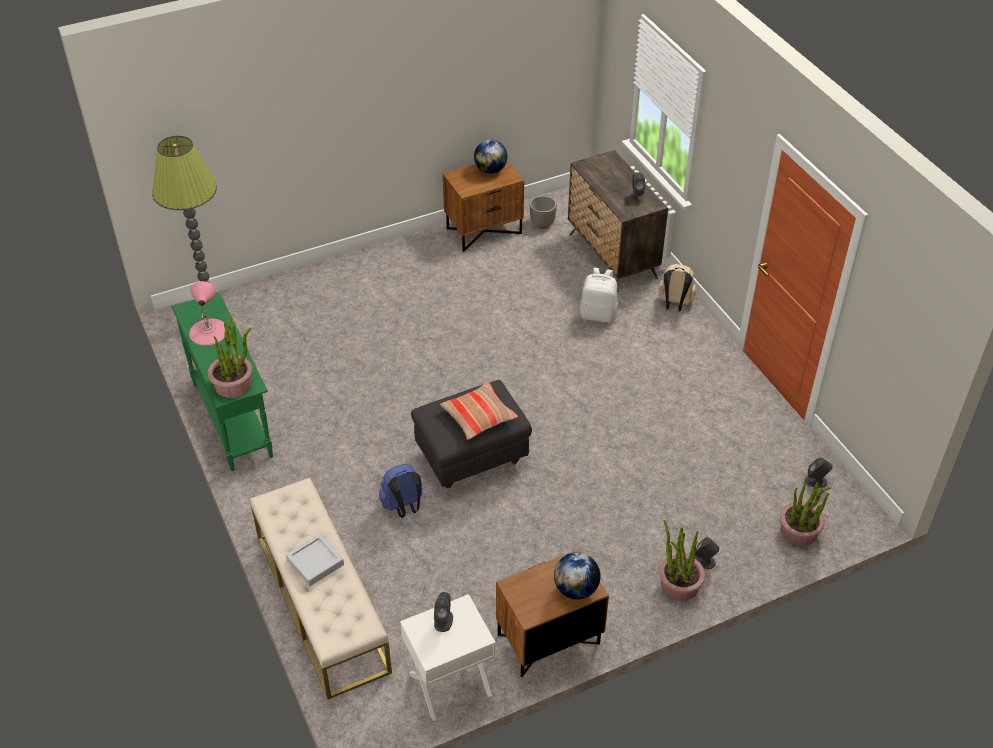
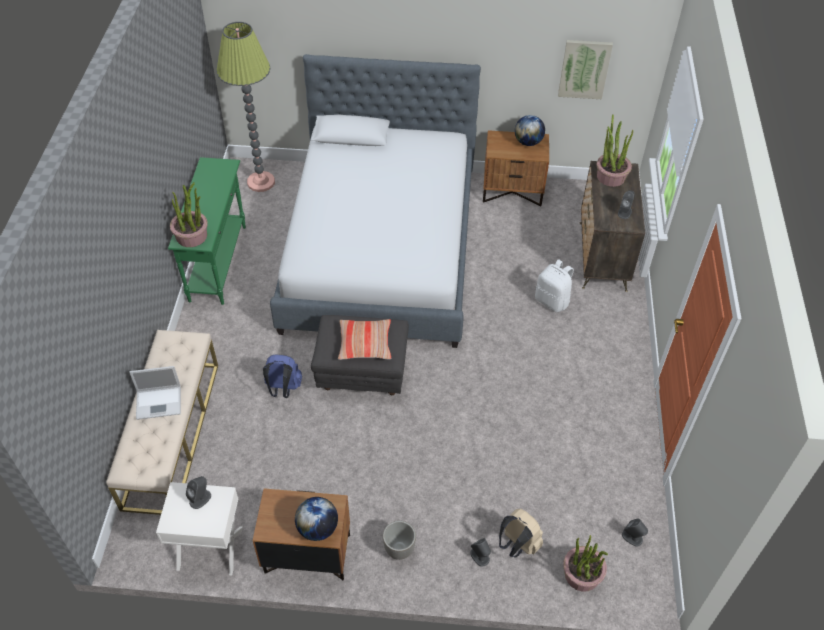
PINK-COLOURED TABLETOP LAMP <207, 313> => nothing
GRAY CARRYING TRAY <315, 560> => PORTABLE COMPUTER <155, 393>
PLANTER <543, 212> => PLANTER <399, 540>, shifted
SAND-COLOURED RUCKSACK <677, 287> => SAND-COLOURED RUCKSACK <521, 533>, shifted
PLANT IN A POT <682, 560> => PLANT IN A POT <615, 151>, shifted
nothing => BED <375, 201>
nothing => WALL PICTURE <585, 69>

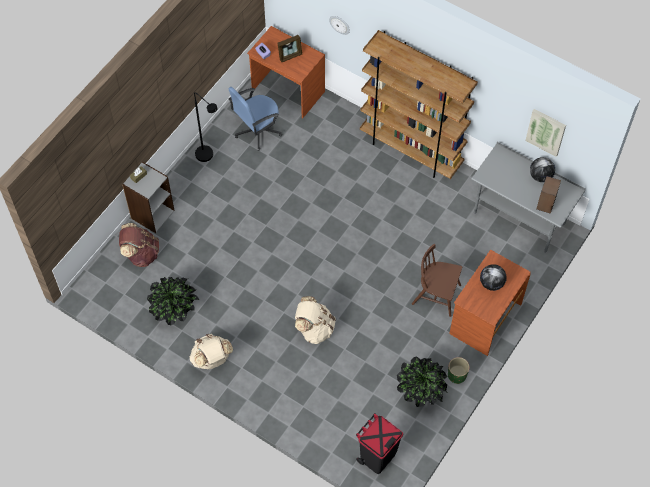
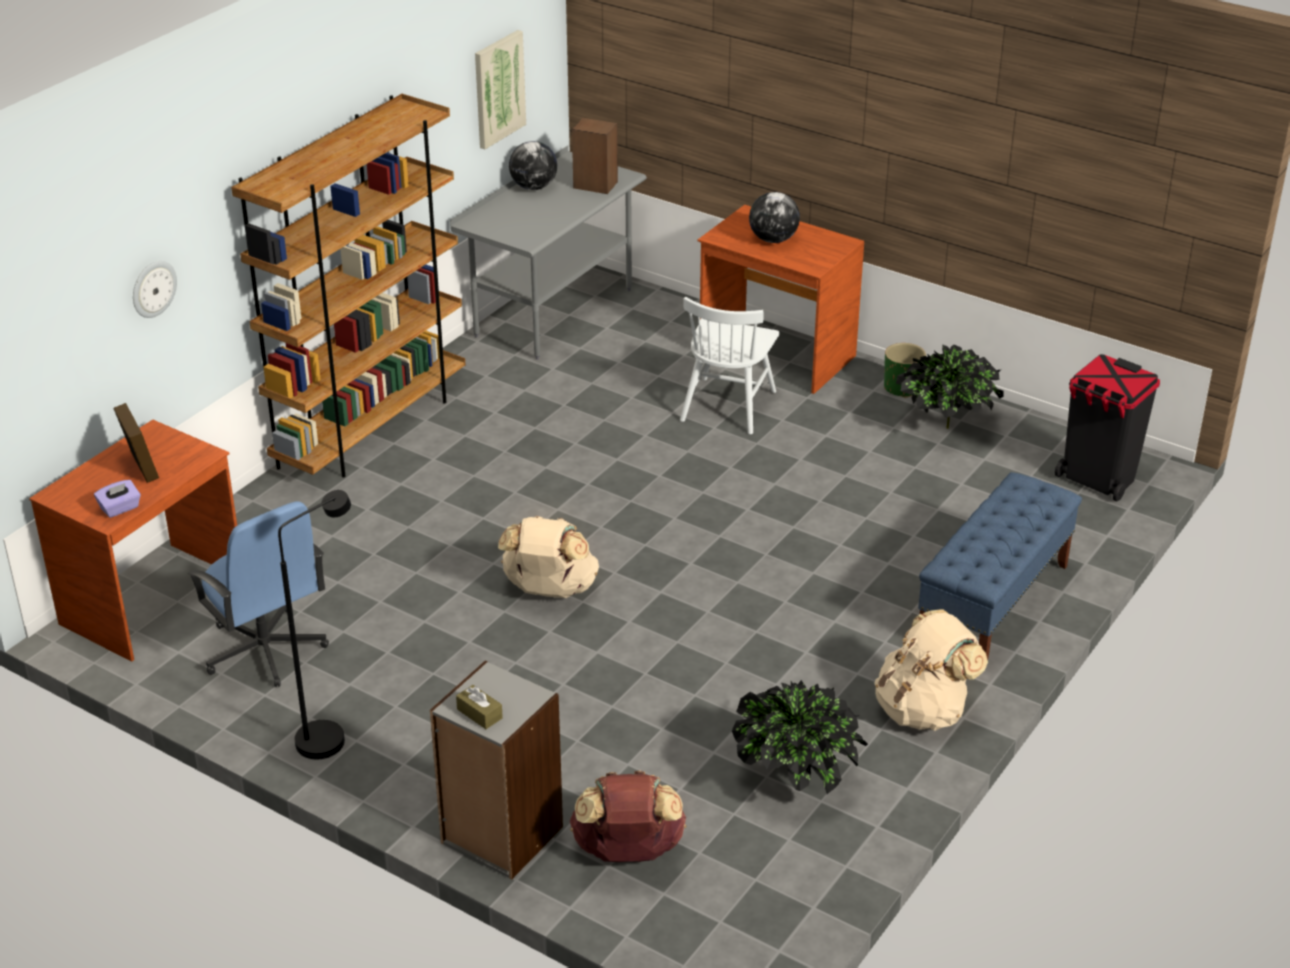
SAND-COLOURED RUCKSACK <315, 320> => SAND-COLOURED RUCKSACK <548, 557>, shifted
BROWN-COLOURED UPRIGHT CHAIR <437, 280> => WHITISH UPRIGHT CHAIR <729, 366>
nothing => BLUE-COLOURED BENCH <1000, 566>

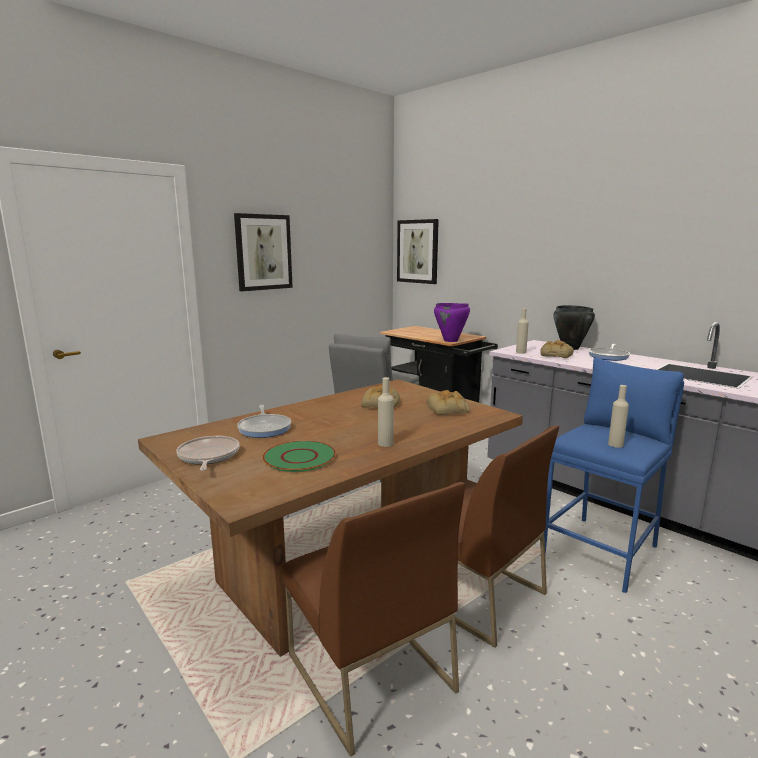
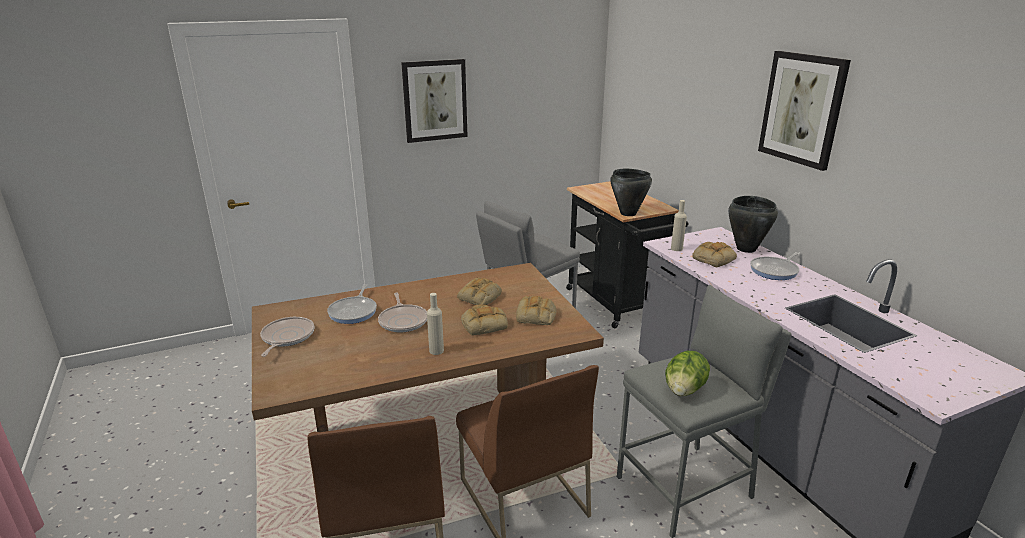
GREENISH PLATE <299, 456> => nothing
WALL PICTURE <418, 251> => WALL PICTURE <804, 111>, shifted
PURPLE-COLOURED STOCKPOT <452, 322> => BLACKISH STOCKPOT <631, 192>
BLUE-COLOURED SITTING STOOL <614, 475> => GRAY SITTING STOOL <704, 411>
SAND-COLOURED BEVERAGE BOTTLE <618, 416> => LETTUCE <687, 373>
nothing => FRYING PAN <402, 312>
nothing => BAKERY BREAD <484, 320>

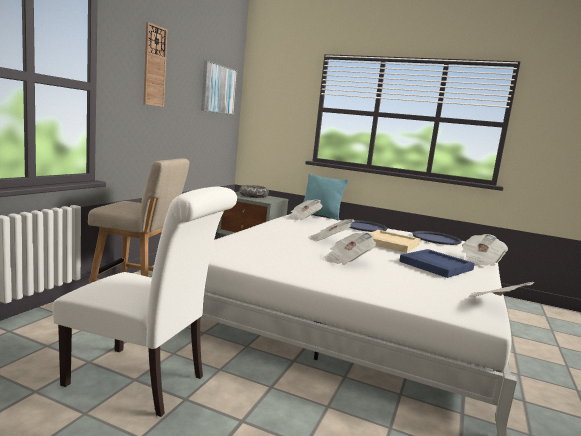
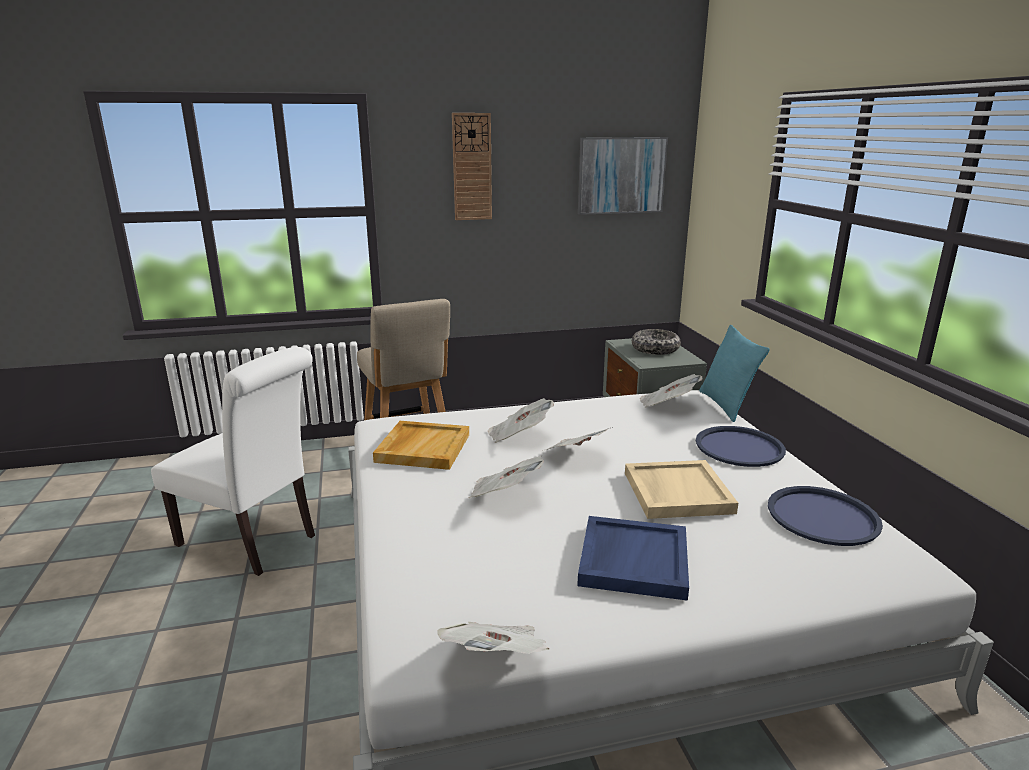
WHITISH UPRIGHT CHAIR <145, 302> => WHITISH UPRIGHT CHAIR <233, 461>, 45 degrees counterclockwise
DAILY PAPER <485, 250> => DAILY PAPER <520, 420>, shifted
nothing => SAND-COLOURED CARRYING TRAY <421, 445>

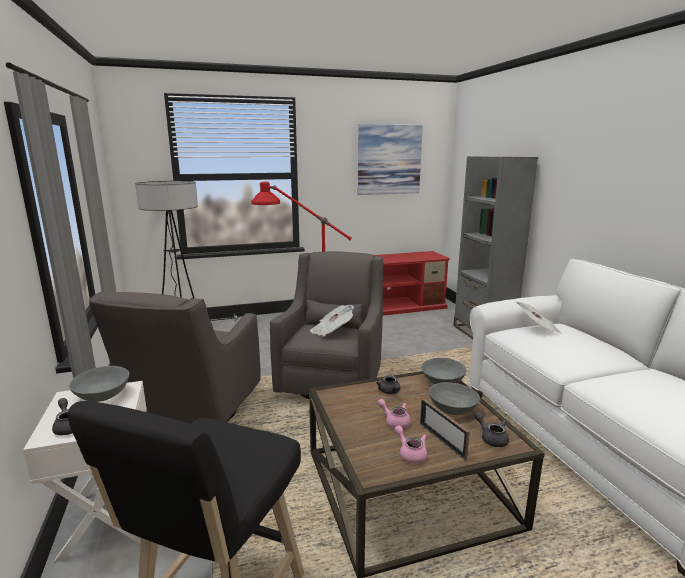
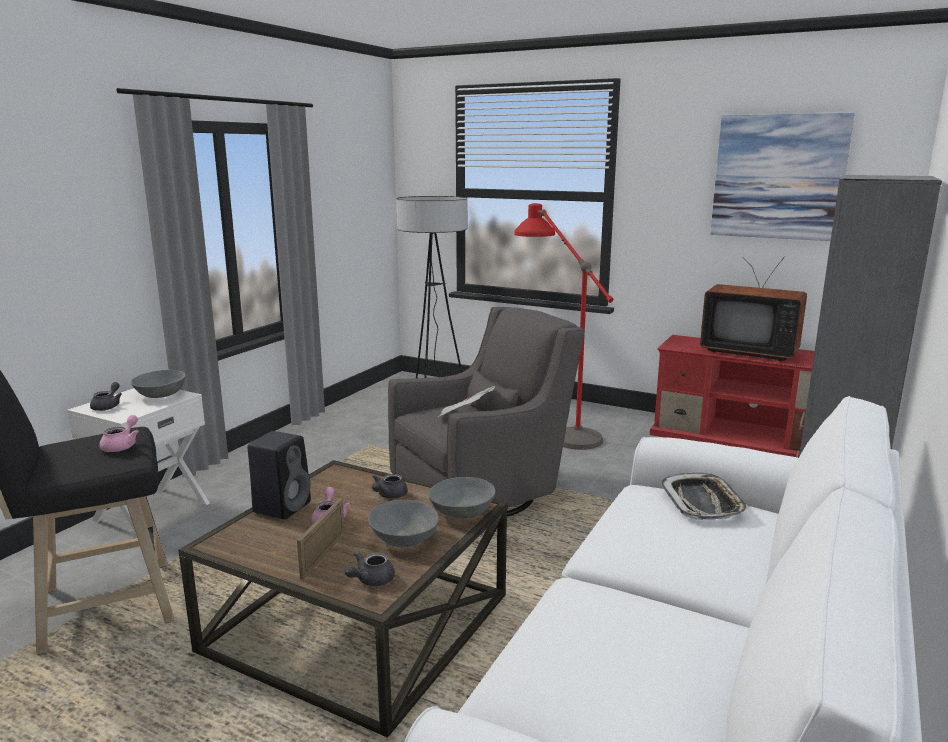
GRAY EASY CHAIR <175, 357> => nothing
PINK-COLOURED TEA POT <411, 444> => PINK-COLOURED TEA POT <119, 433>, shifted
GRAY TEA POT <491, 429> => GRAY TEA POT <370, 569>, 150 degrees counterclockwise
DAILY PAPER <539, 317> => CARRYING TRAY <705, 496>
nothing => BLACKISH LOUDSPEAKER <279, 475>
nothing => TV SET <753, 308>

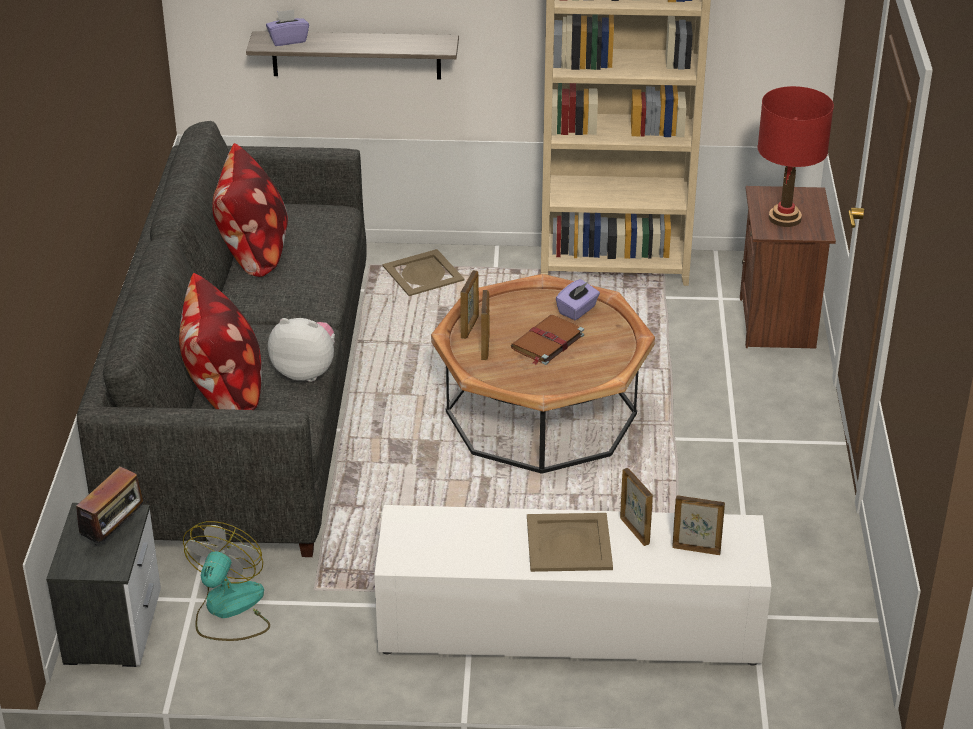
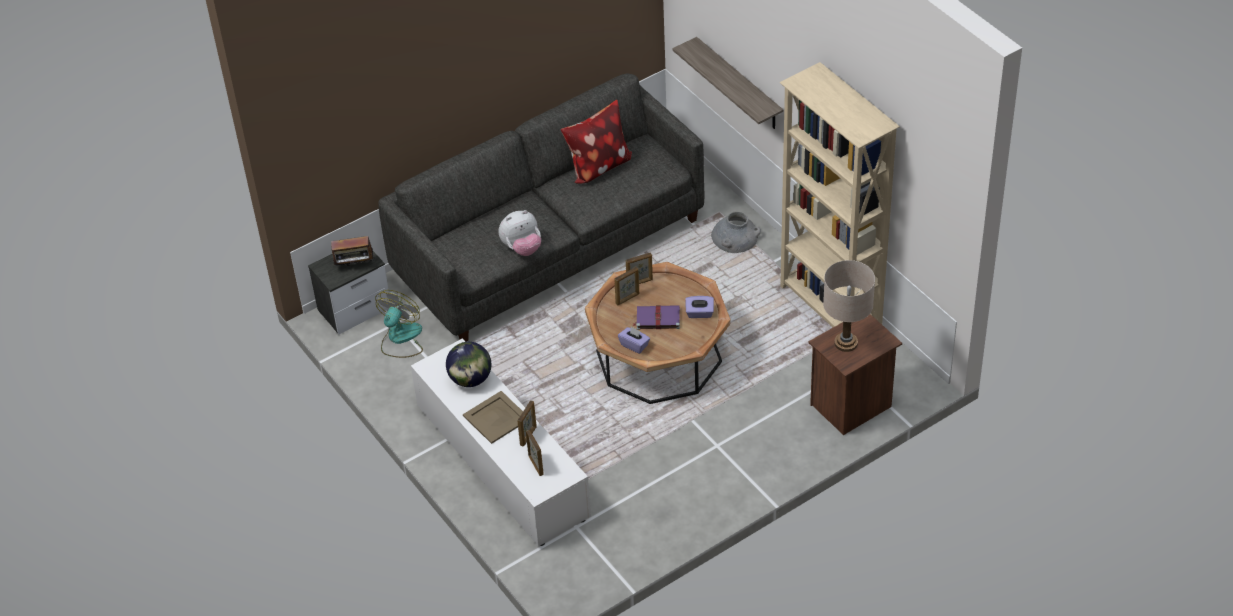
THROW PILLOW <220, 341> => nothing
ELECTRIC FAN <226, 581> => ELECTRIC FAN <399, 324>, 45 degrees counterclockwise
PURPLE-COLOURED TISSUE HOLDER <287, 28> => PURPLE-COLOURED TISSUE HOLDER <634, 340>, shifted
PLUSH TOY <301, 350> => PLUSH TOY <520, 233>, 90 degrees clockwise
SAND-COLOURED CARRYING TRAY <423, 272> => GRAY FLOWER VASE <736, 232>
BROWN-COLOURED BOOK <547, 340> => PURPLE-COLOURED BOOK <656, 318>
RED TABLETOP LAMP <796, 156> => SAND-COLOURED TABLETOP LAMP <849, 306>
nothing => DESK GLOBE <468, 364>

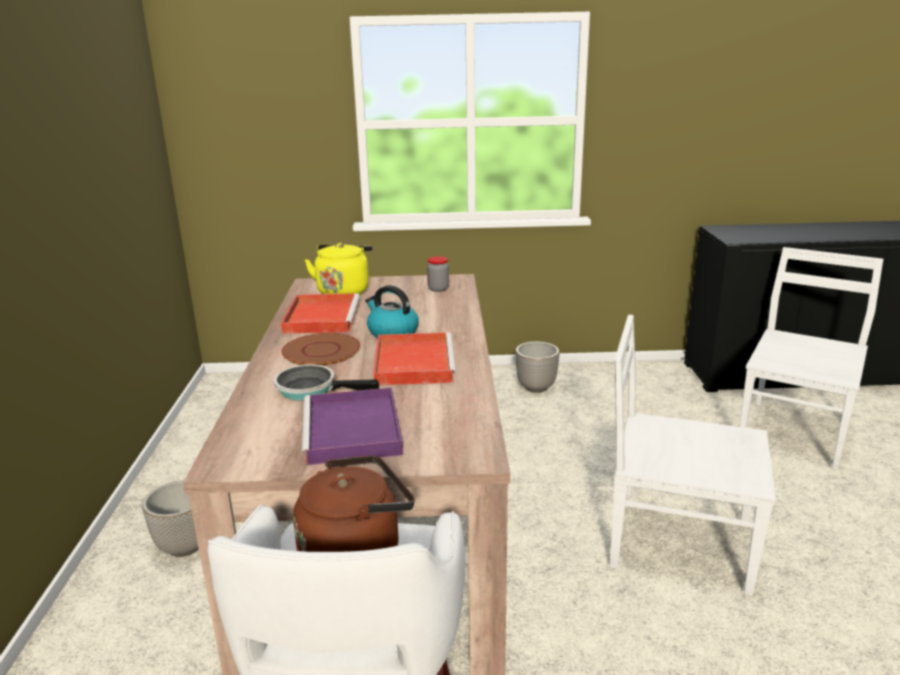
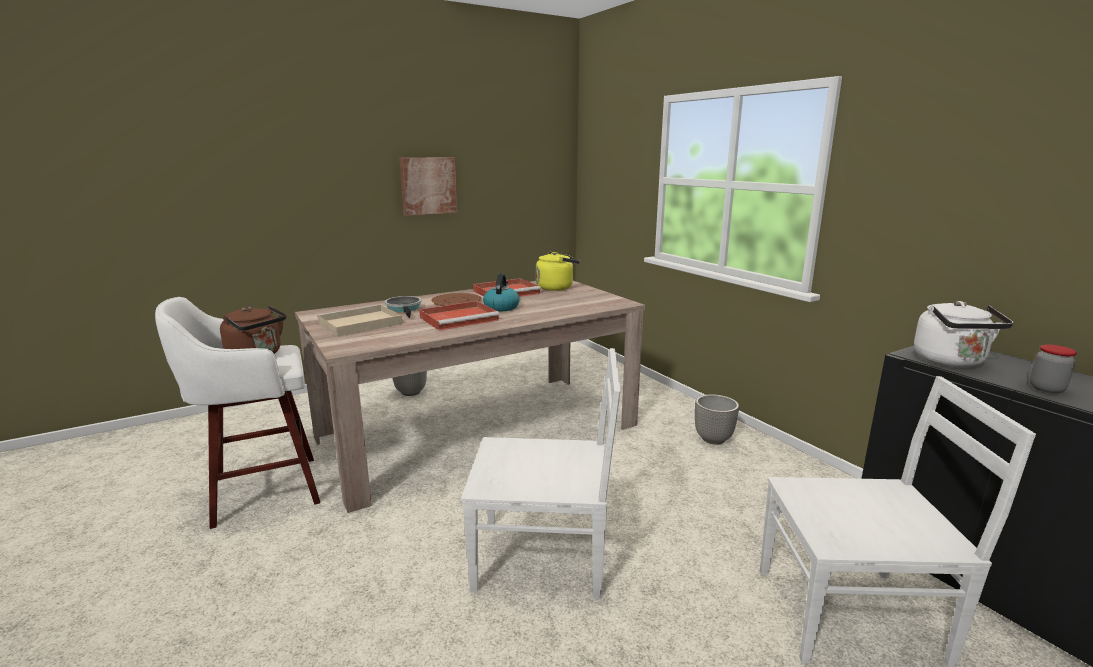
PURPLE-COLOURED CARRYING TRAY <352, 426> => SAND-COLOURED CARRYING TRAY <360, 321>
JAR <438, 274> => JAR <1053, 369>, shifted
WHITISH UPRIGHT CHAIR <693, 455> => WHITISH UPRIGHT CHAIR <541, 473>, 105 degrees clockwise
nothing => WALL PICTURE <428, 186>
nothing => WHITISH WATER KETTLE <963, 334>

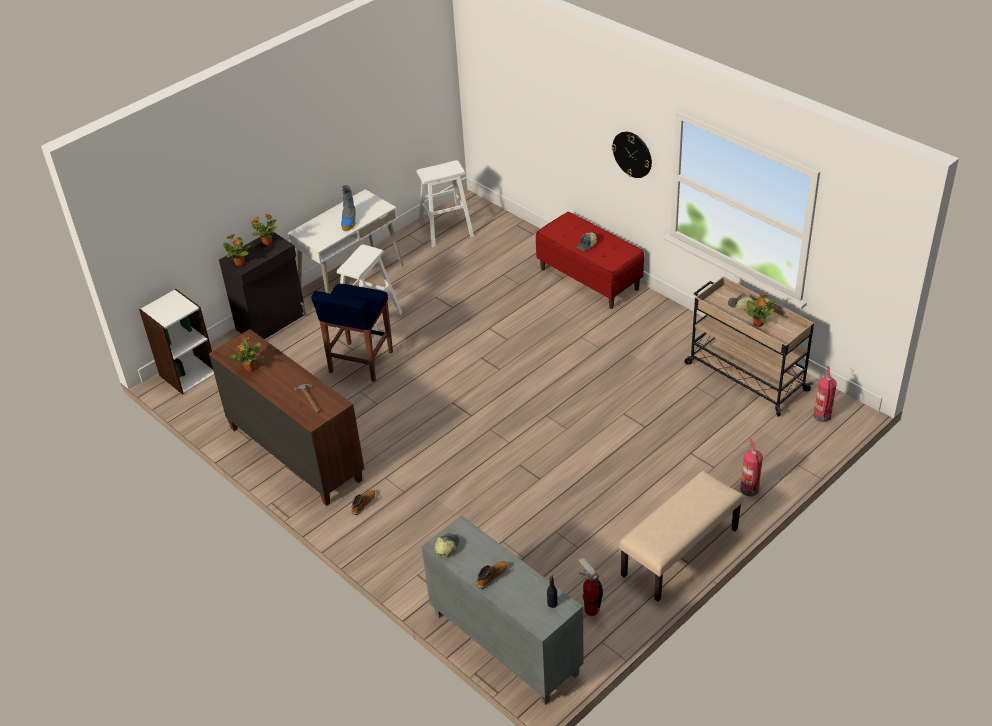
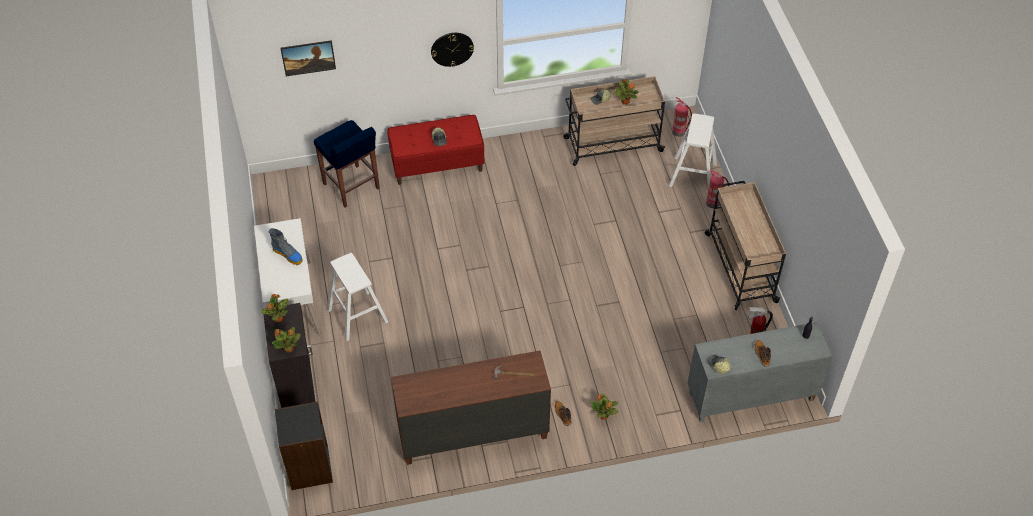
WHITISH SHELVING UNIT <176, 342> => BLACKISH SHELVING UNIT <304, 446>
PLANT IN A POT <245, 354> => PLANT IN A POT <604, 406>, shifted
BLUE-COLOURED SITTING STOOL <352, 333> => BLUE-COLOURED SITTING STOOL <347, 164>, shifted
WHITISH SITTING STOOL <445, 203> => WHITISH SITTING STOOL <693, 151>, shifted
SAND-COLOURED BENCH <681, 535> => SAND-COLOURED TROLLEY <745, 245>
nothing => WALL PICTURE <308, 58>

